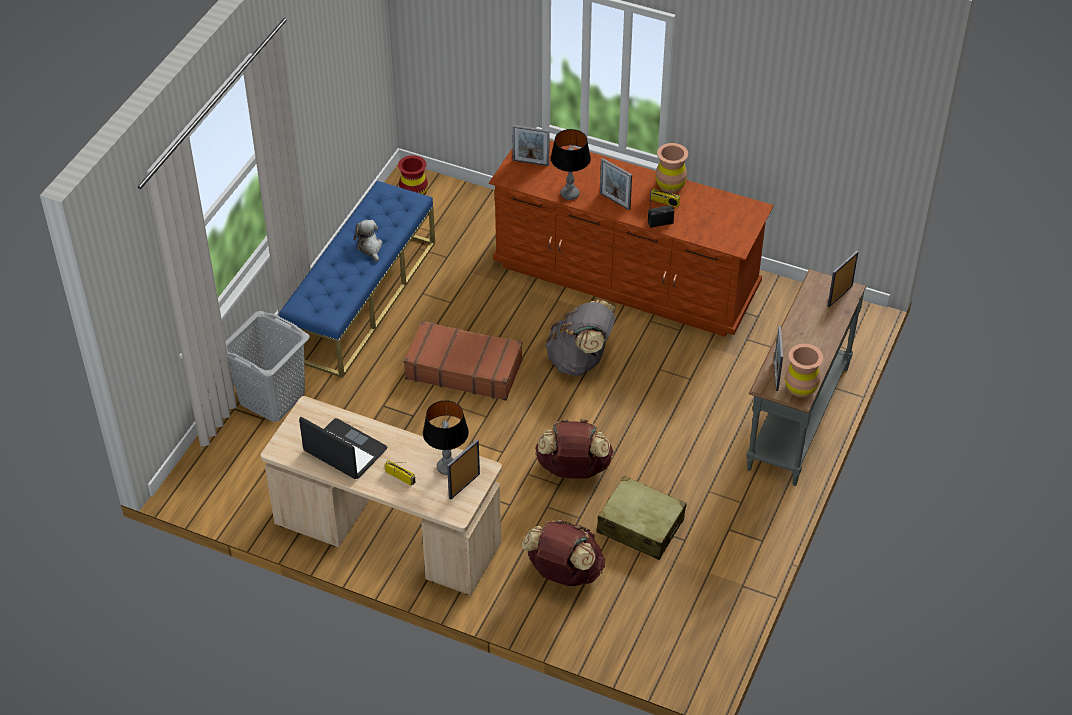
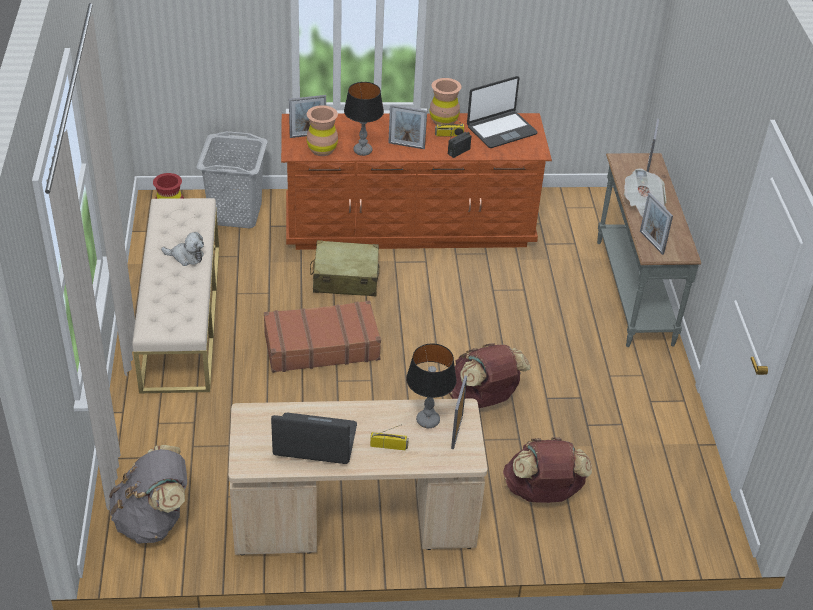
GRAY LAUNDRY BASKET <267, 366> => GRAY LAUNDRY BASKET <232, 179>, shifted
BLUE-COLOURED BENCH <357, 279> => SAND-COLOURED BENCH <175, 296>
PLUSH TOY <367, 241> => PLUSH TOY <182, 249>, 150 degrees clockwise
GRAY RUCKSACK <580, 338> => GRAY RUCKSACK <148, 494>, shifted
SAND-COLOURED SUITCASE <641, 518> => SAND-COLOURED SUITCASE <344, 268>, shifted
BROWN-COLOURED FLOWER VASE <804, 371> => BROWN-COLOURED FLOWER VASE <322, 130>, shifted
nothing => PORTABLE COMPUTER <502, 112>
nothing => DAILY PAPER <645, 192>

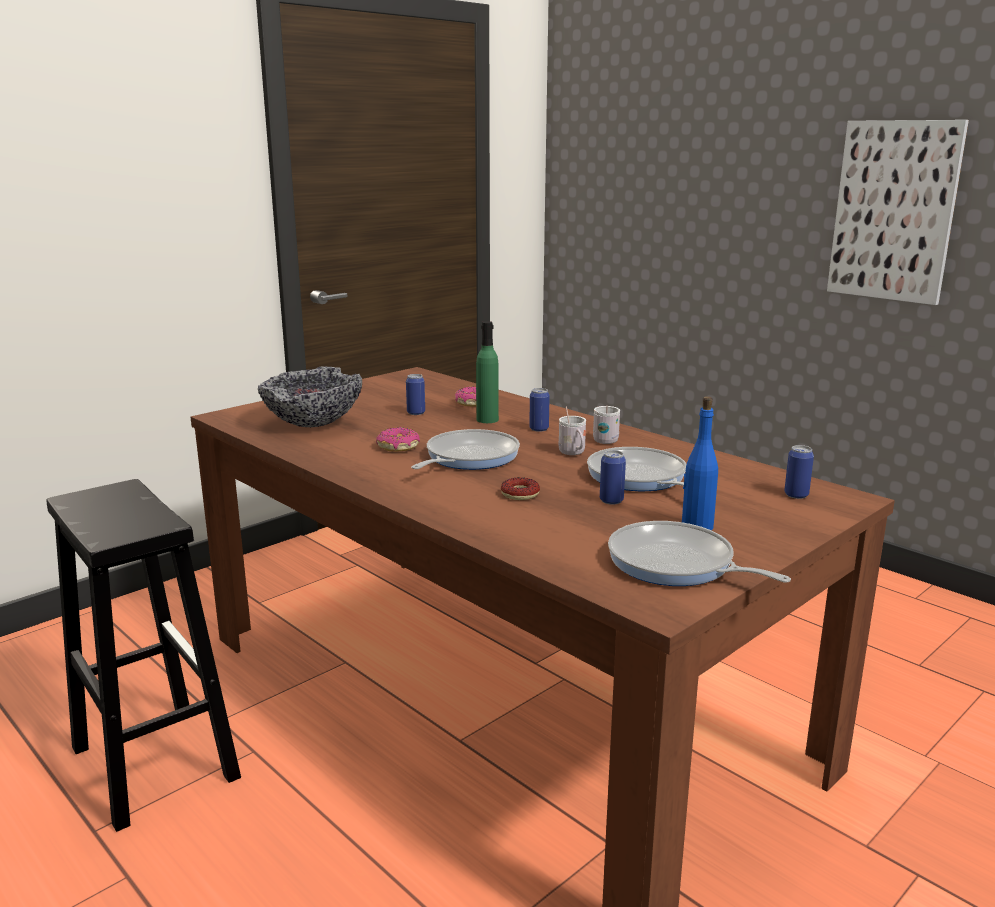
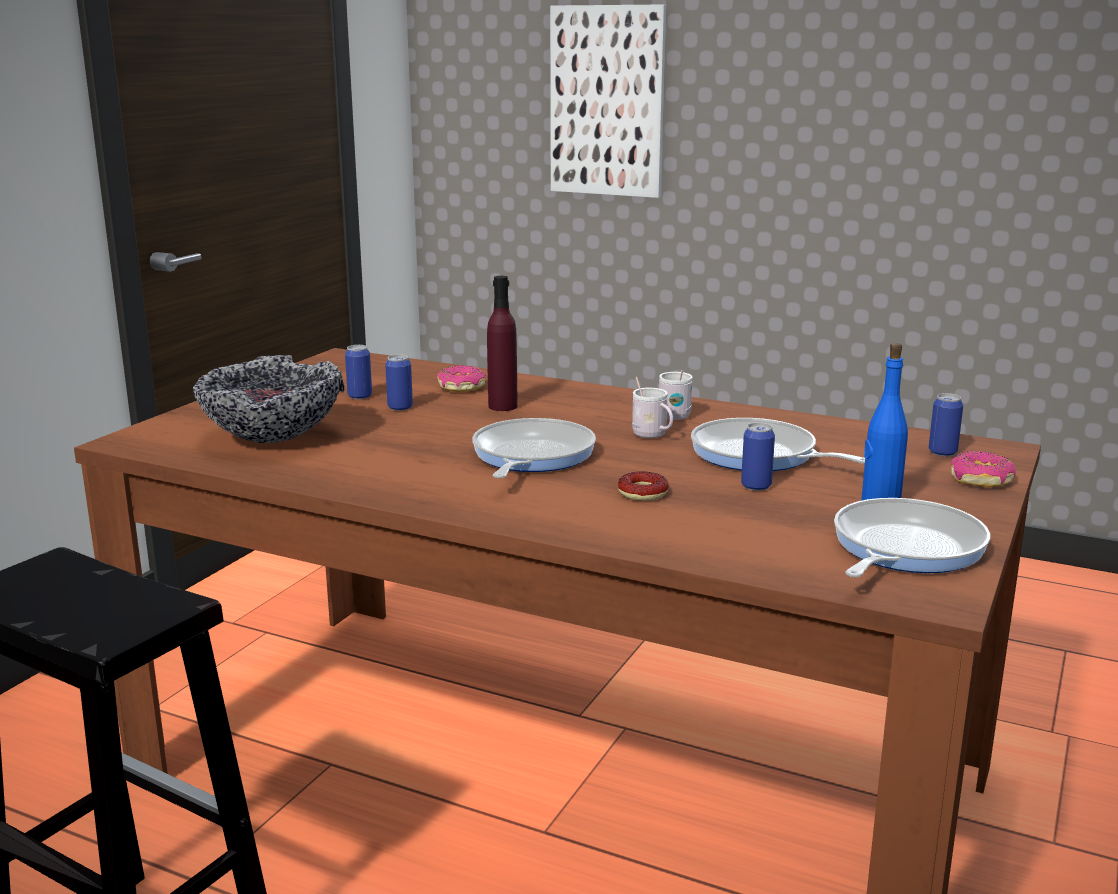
RING DOUGHNUT <398, 439> => RING DOUGHNUT <983, 469>, shifted
GREENISH BEVERAGE BOTTLE <487, 372> => PURPLE-COLOURED BEVERAGE BOTTLE <502, 343>
METAL CAN <539, 410> => METAL CAN <358, 372>, shifted
FRYING PAN <699, 553> => FRYING PAN <912, 538>, 105 degrees clockwise
WALL PICTURE <898, 212> => WALL PICTURE <608, 101>, shifted

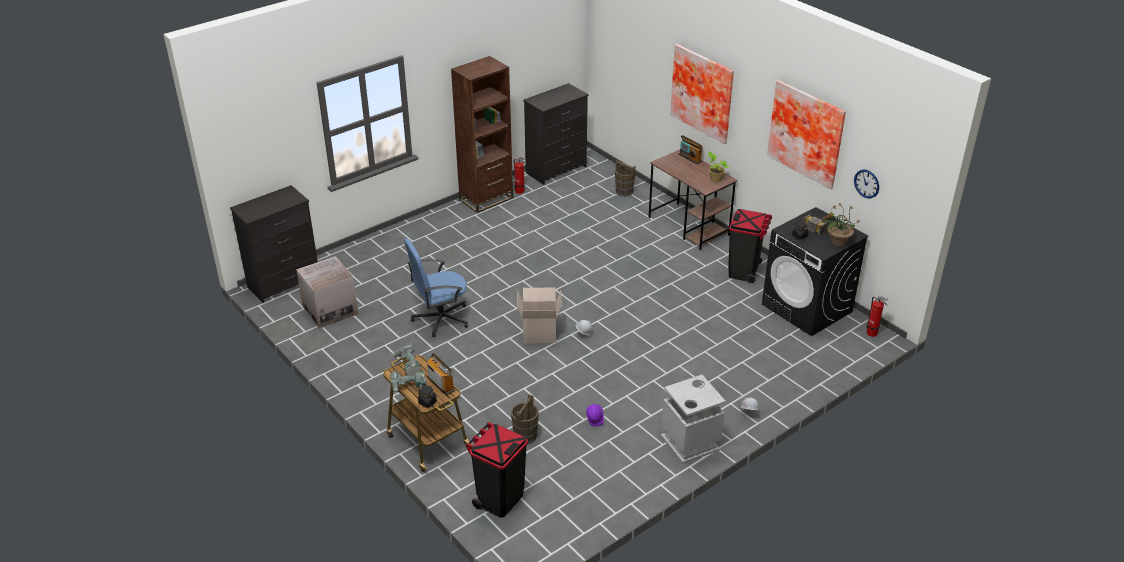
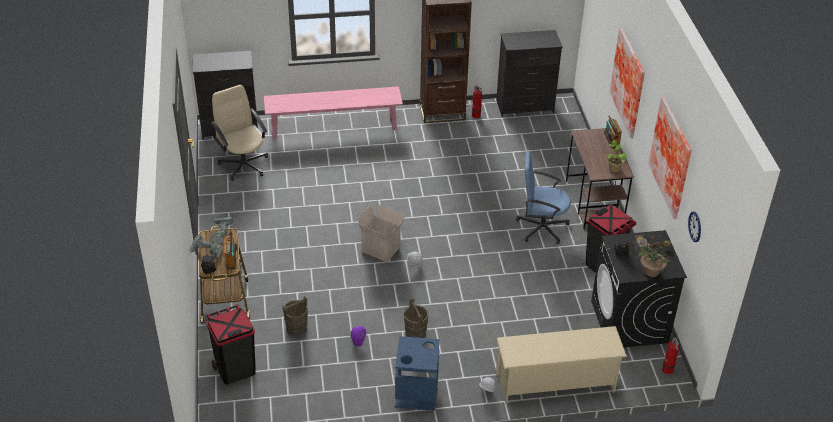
CARTON <327, 292> => SAND-COLOURED DESK CHAIR <239, 133>
BLUE-COLOURED DESK CHAIR <436, 288> => BLUE-COLOURED DESK CHAIR <543, 197>, shifted
BROWN-COLOURED WATER BUCKET <625, 177> => BROWN-COLOURED WATER BUCKET <416, 318>, shifted
GRAY TRASH CAN <693, 419> => BLUE-COLOURED TRASH CAN <417, 373>
nothing => PINK-COLOURED BENCH <333, 112>
nothing => SAND-COLOURED SHOE SHELF <561, 365>

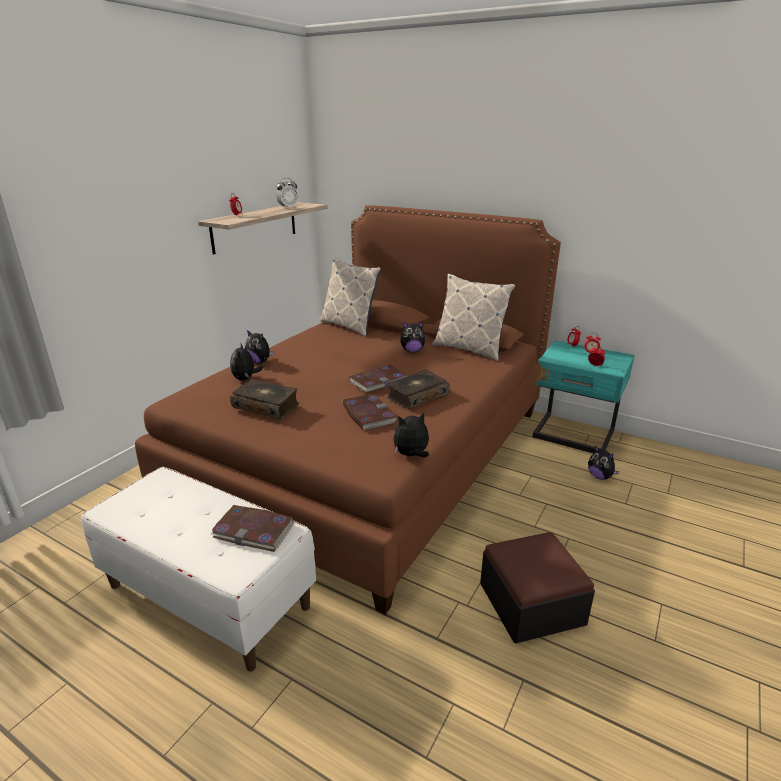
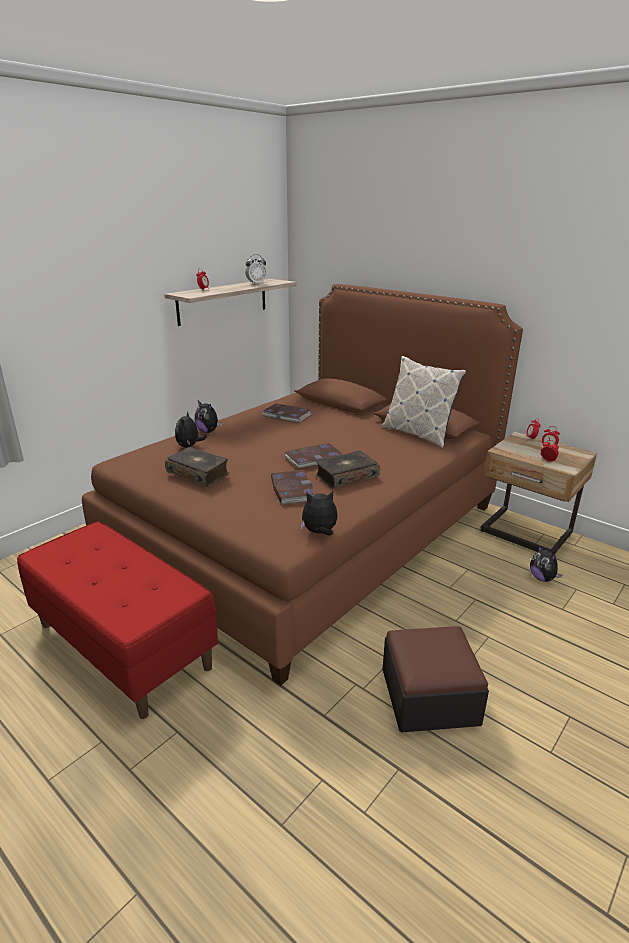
WHITISH BENCH <198, 569> => RED BENCH <117, 620>
BOOK <252, 528> => BOOK <286, 413>, shifted
THROW PILLOW <350, 296> => nothing
PLUSH TOY <413, 337> => nothing
TURQUOISE-COLOURED BEDSIDE TABLE <583, 397> => SAND-COLOURED BEDSIDE TABLE <539, 493>

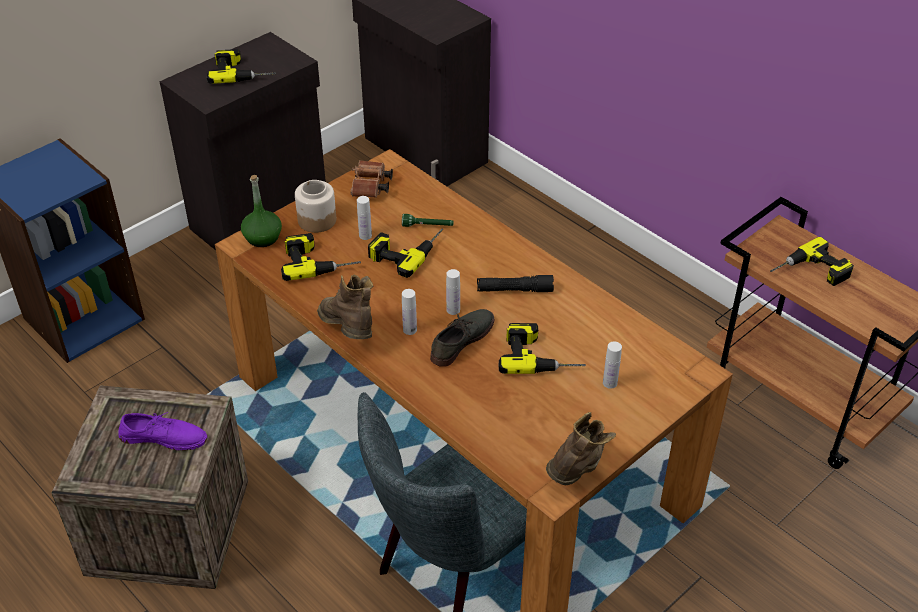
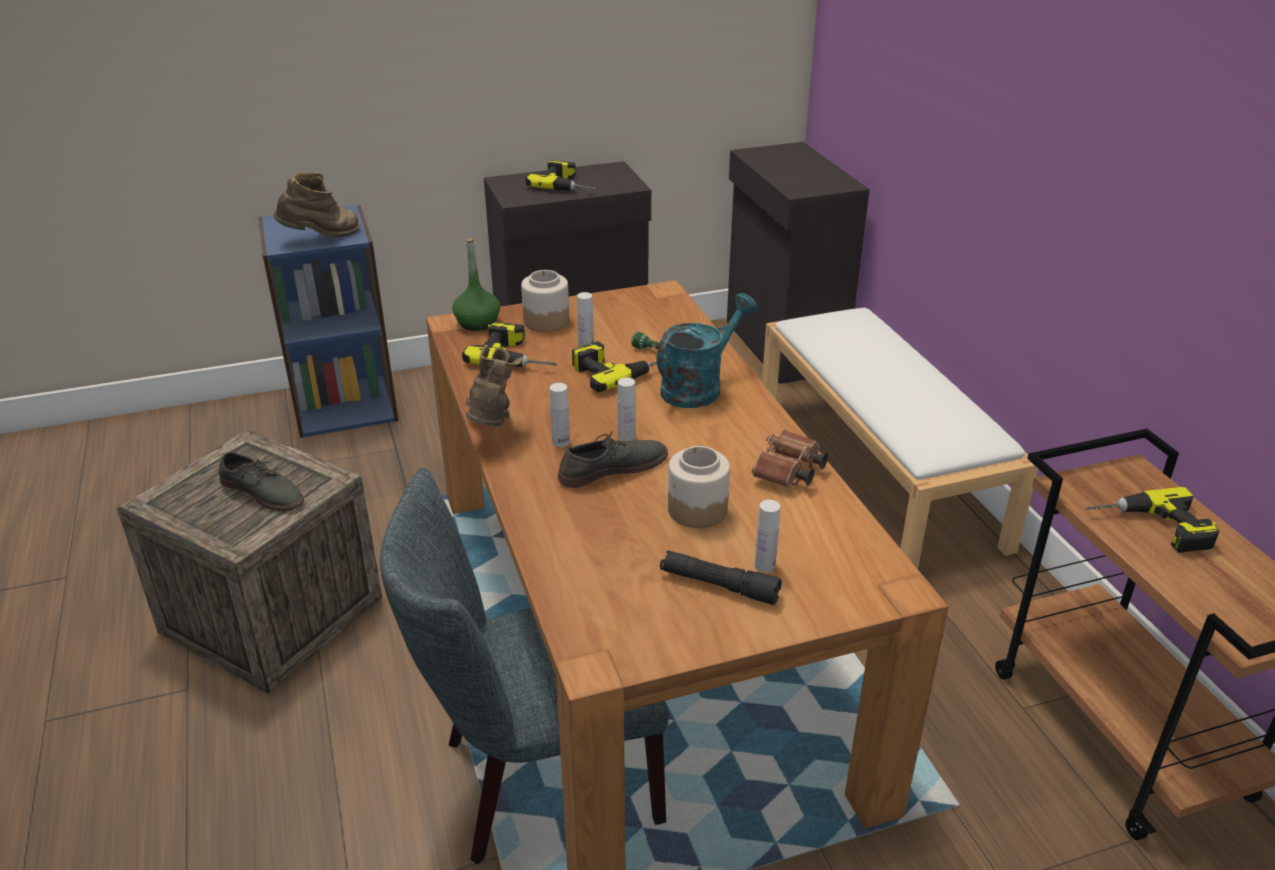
PURPLE-COLOURED LOW SHOE <162, 431> => GRAY LOW SHOE <261, 482>
BROWN-COLOURED BINOCULARS <371, 179> => BROWN-COLOURED BINOCULARS <790, 458>, shifted
BLACKISH TORCH <515, 283> => BLACKISH TORCH <721, 577>, shifted
POWER DRILL <542, 348> => JAR <699, 487>
BROWN-COLOURED HIGH-TOP BOOT <581, 448> => BROWN-COLOURED HIGH-TOP BOOT <317, 204>, shifted
nothing => TURQUOISE-COLOURED WATERING POT <707, 350>
nothing => WHITISH BENCH <900, 438>

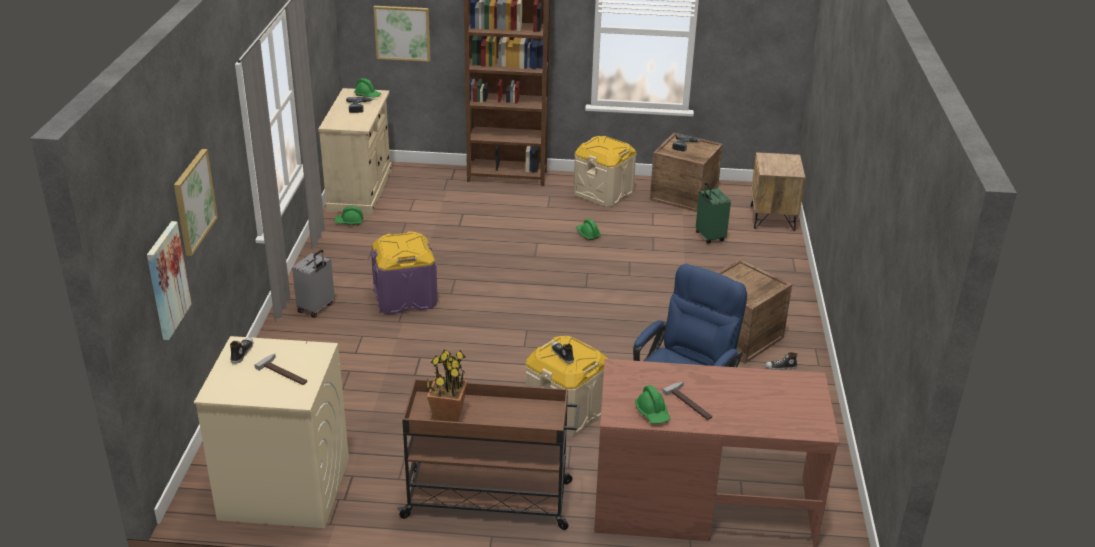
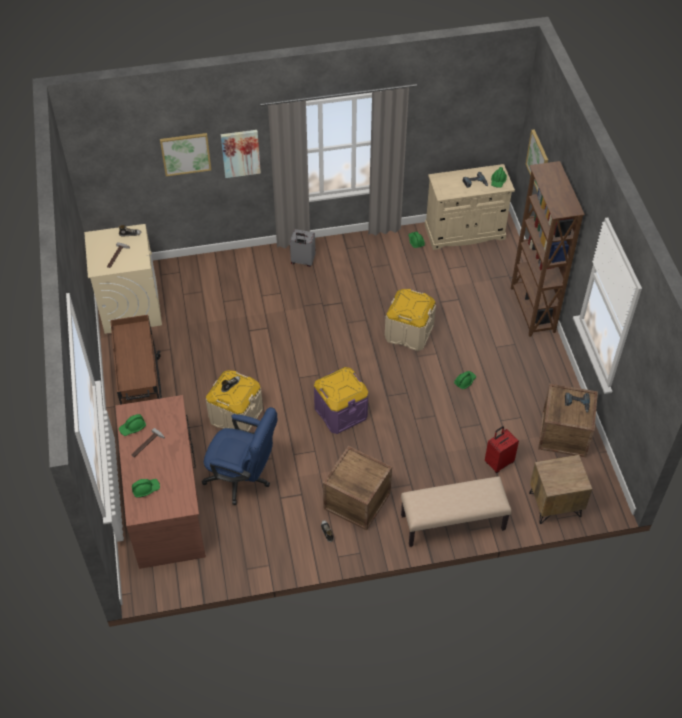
WALL PICTURE <169, 280> => WALL PICTURE <241, 154>, shifted
PURPLE-COLOURED STORAGE BOX <404, 273> => PURPLE-COLOURED STORAGE BOX <341, 400>, shifted
PLANT IN A POT <447, 386> => nothing
SAND-COLOURED STORAGE BOX <604, 171> => SAND-COLOURED STORAGE BOX <410, 320>, shifted
GREENISH SUITCASE <713, 212> => RED SUITCASE <502, 449>
nothing => GREENISH WORK HELMET <146, 488>
nothing => SAND-COLOURED BENCH <456, 511>

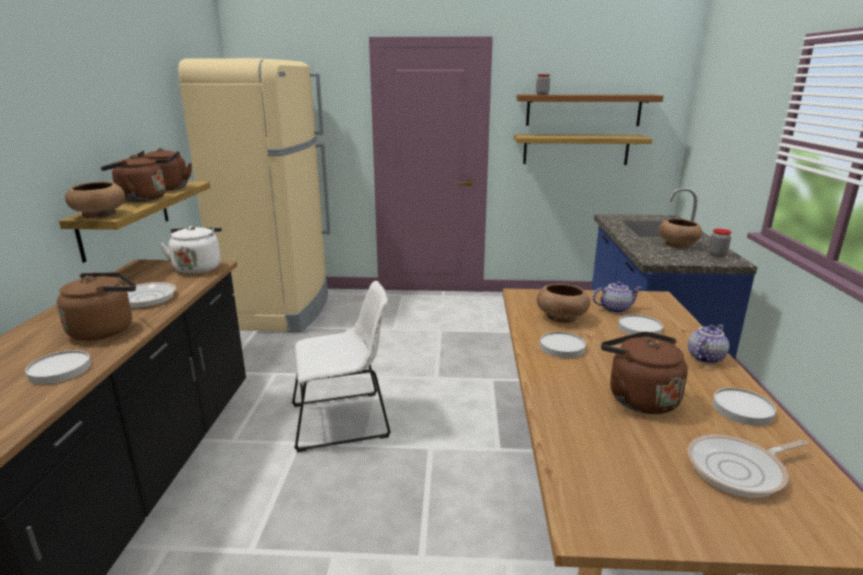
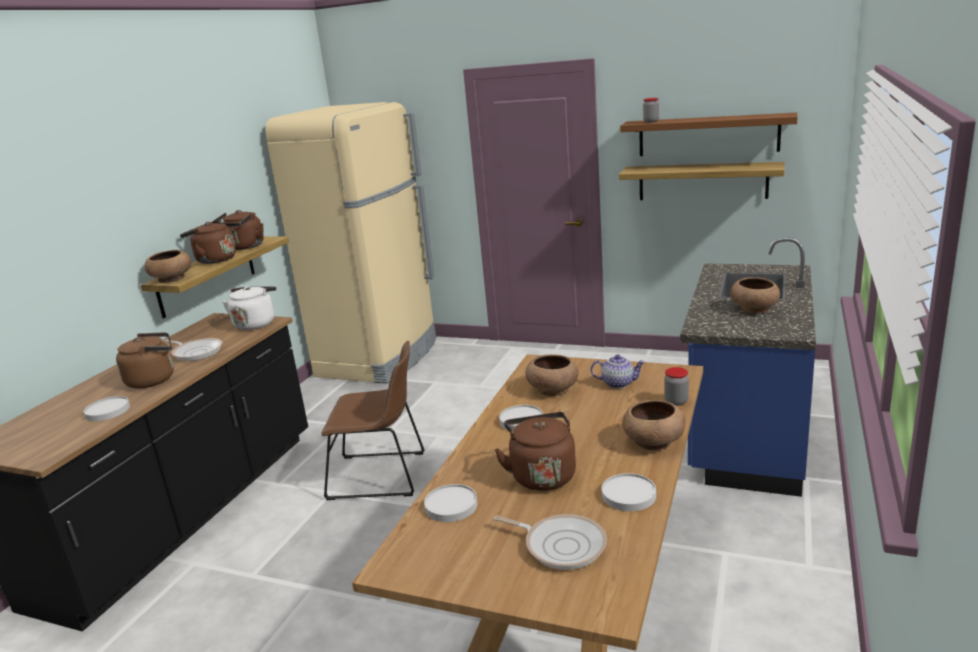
WHITISH UPRIGHT CHAIR <341, 366> => BROWN-COLOURED UPRIGHT CHAIR <373, 420>
WHITISH PLATE <640, 324> => WHITISH PLATE <450, 503>, shifted
TEA POT <708, 344> => BROWN-COLOURED BOWL <653, 425>
FRYING PAN <748, 465> => FRYING PAN <550, 542>, 150 degrees counterclockwise
JAR <720, 243> => JAR <676, 386>, shifted

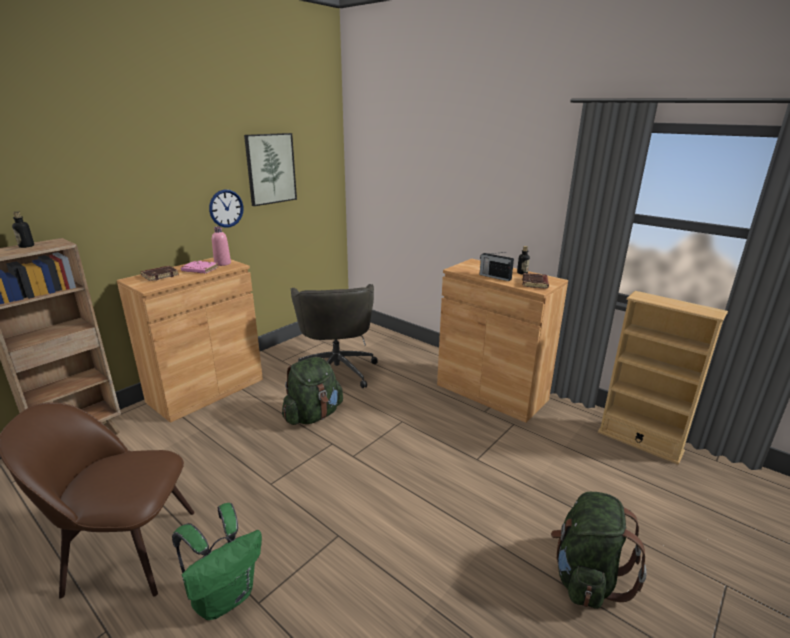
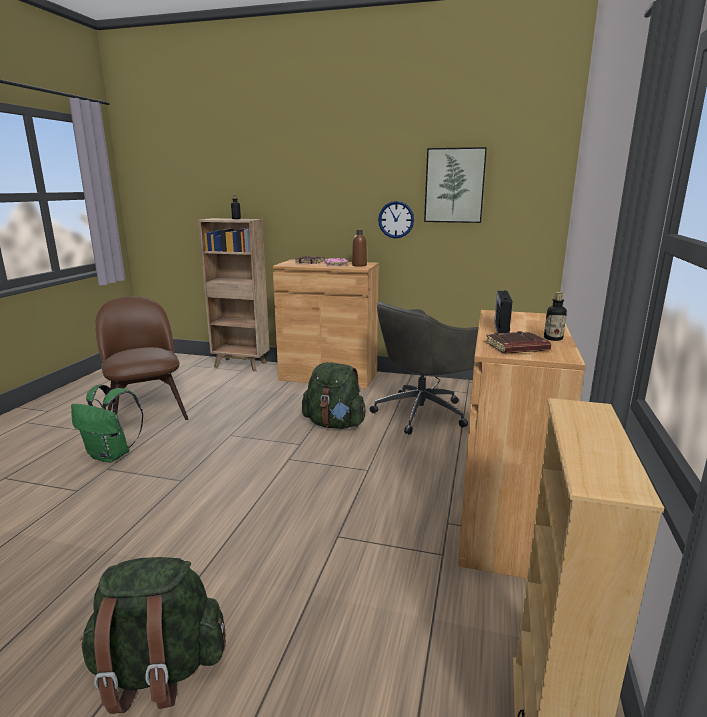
PINK-COLOURED BEVERAGE BOTTLE <221, 246> => BROWN-COLOURED BEVERAGE BOTTLE <359, 248>

